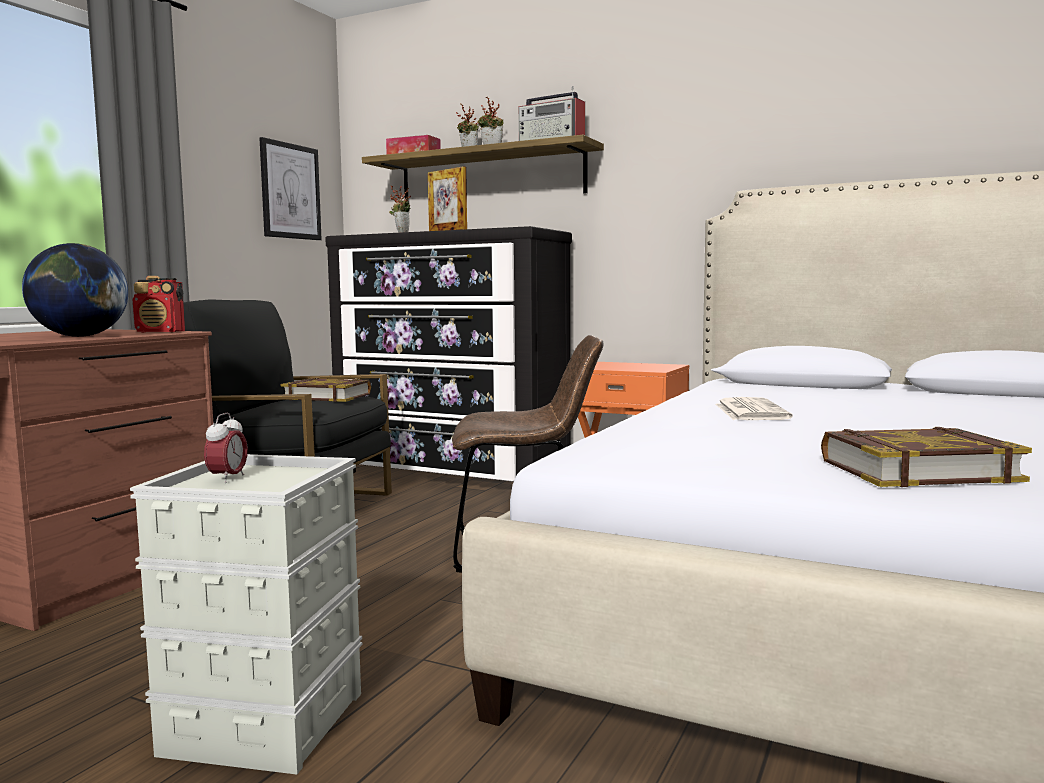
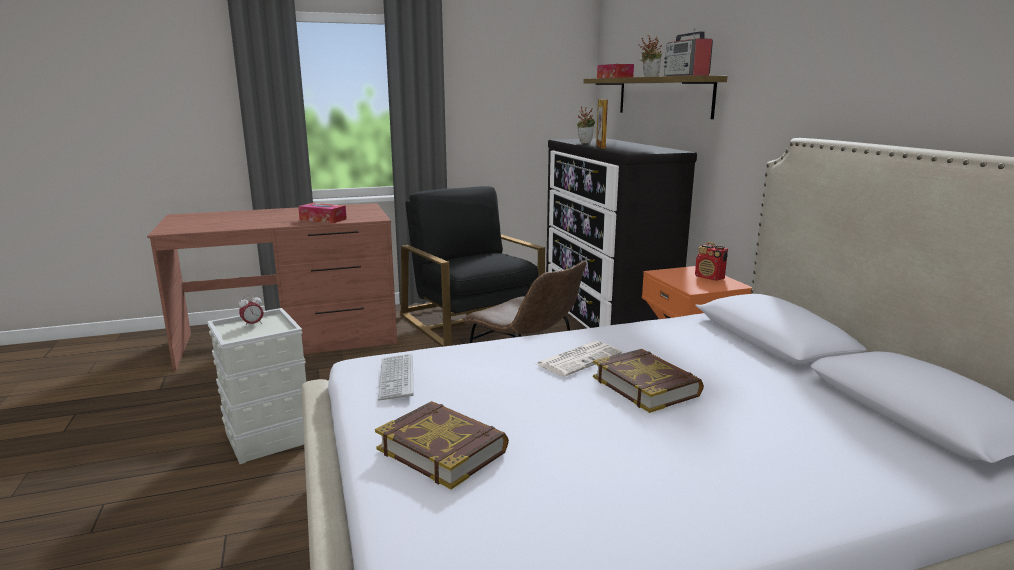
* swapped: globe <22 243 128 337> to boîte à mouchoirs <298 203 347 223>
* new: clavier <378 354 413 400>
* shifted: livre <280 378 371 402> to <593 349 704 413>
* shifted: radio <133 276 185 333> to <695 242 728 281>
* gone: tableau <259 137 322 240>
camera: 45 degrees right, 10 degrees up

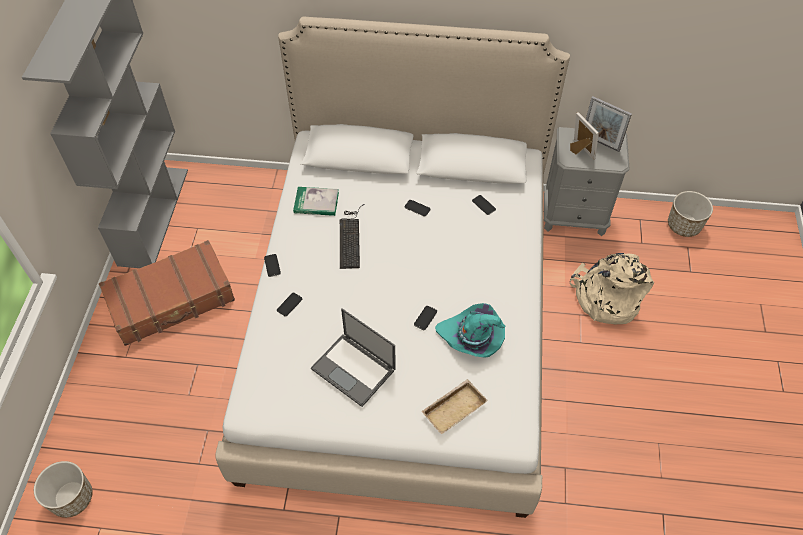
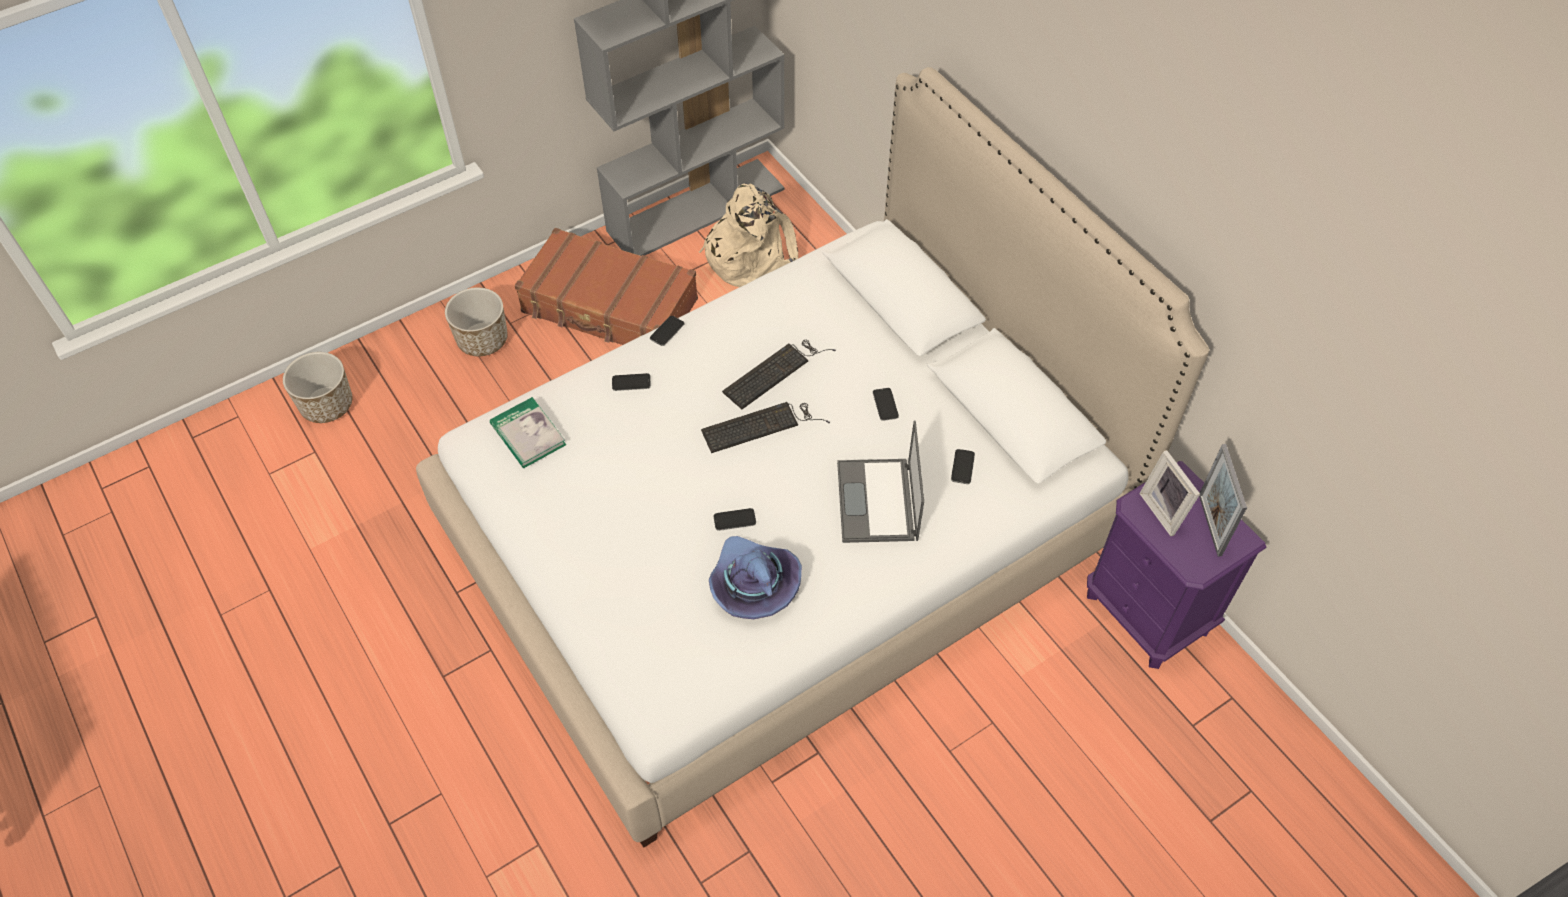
* shifted: cache-pot <668 191 713 237> to <445 287 508 356>
* shifted: livre <293 187 339 216> to <490 397 566 468>
* shifted: sac à dos (beige) <570 253 654 324> to <699 183 798 287>
* new: clavier <701 402 830 453>
* repainted: chapeau (turquoise) <435 303 505 357> to chapeau (violet) <709 536 802 619>
* shifted: ordinateur portable <311 308 396 407> to <837 420 924 543>
* repainted: table de chevet (gris) <544 127 630 236> to table de chevet (violet) <1087 461 1266 669>
* rotated: cadre photo <570 112 599 160> = <1139 450 1200 536> 135 degrees clockwise
* gone: plateau (beige) <421 379 488 434>
camera: 50 degrees right, 0 degrees up

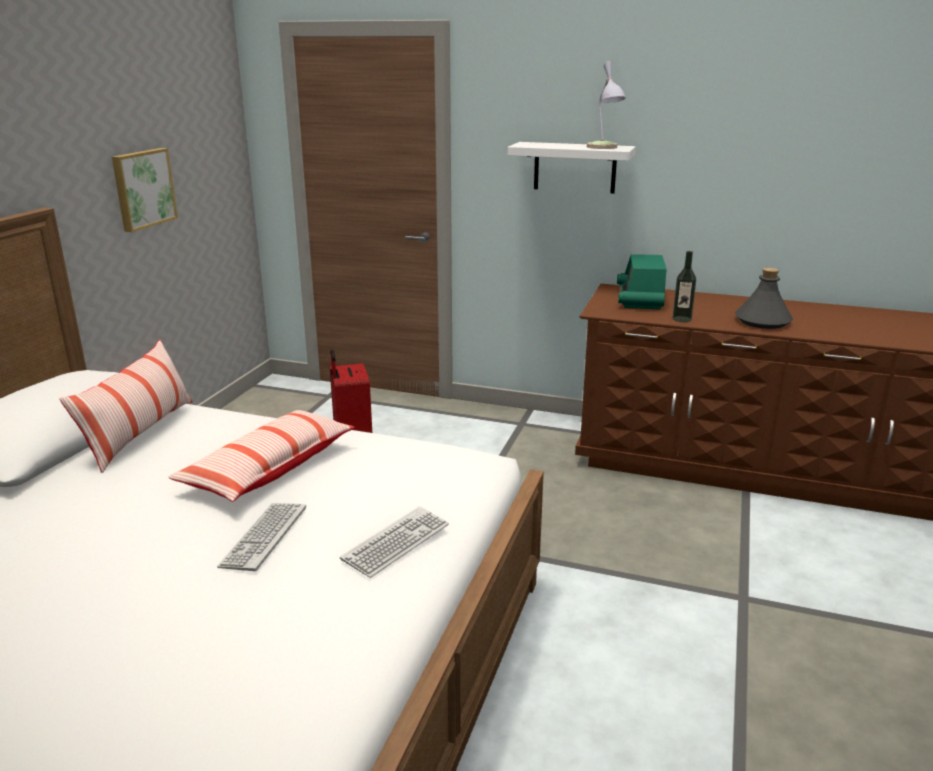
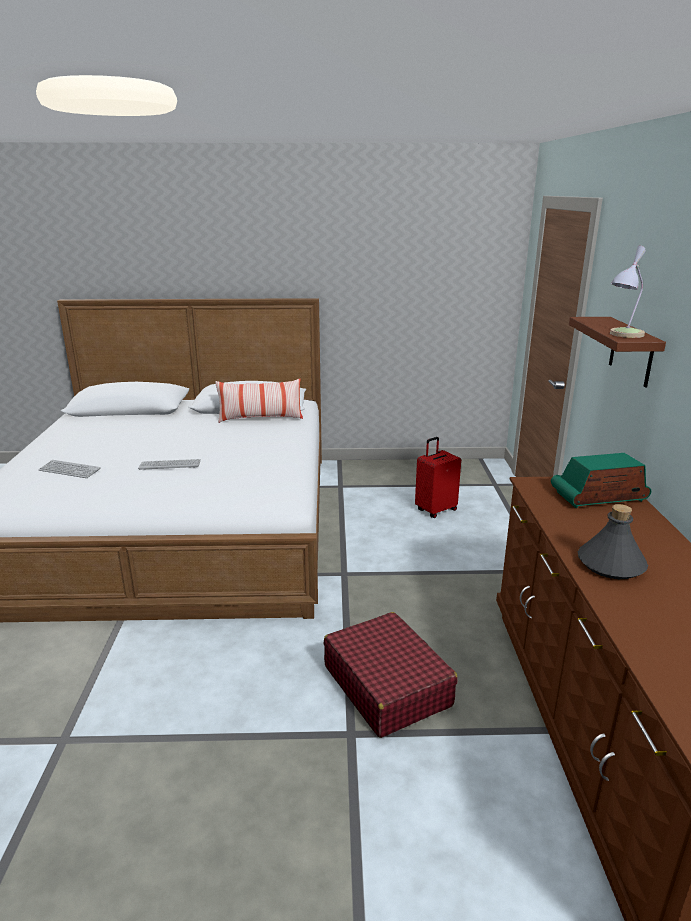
* shifted: clavier <340 506 449 578> to <38 460 101 478>
* new: valise (rouge) <324 612 458 738>
* repainted: étagère (blanc) <508 142 636 194> to étagère (marron) <569 317 666 387>
* gone: tableau <112 148 178 232>
* gone: coussin <168 410 355 502>
* gone: bouteille <672 251 696 322>
camera: 70 degrees right, 0 degrees up

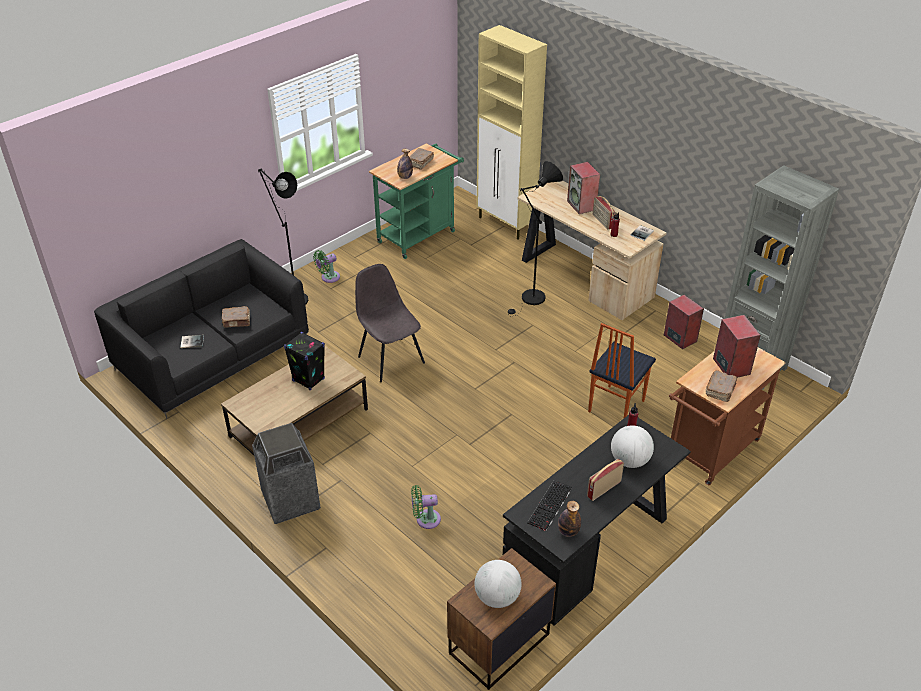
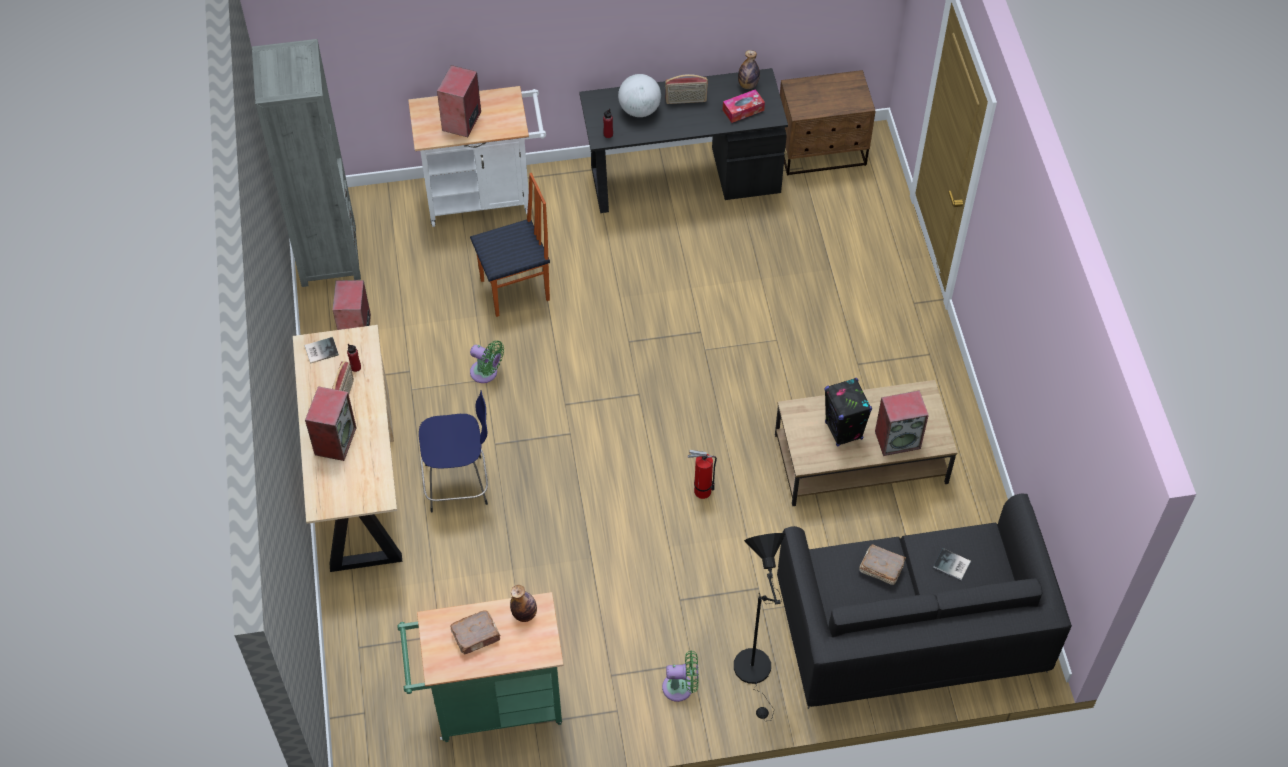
* repainted: chariot (marron) <669 348 786 485> to chariot (blanc) <408 86 546 227>
* swapped: lampadaire (noir) <508 161 563 316> to tabouret (bleu) <419 390 488 513>
* shifted: ventilateur (vert) <411 485 441 529> to <470 340 504 383>
* swapped: chaise (gris) <355 264 425 382> to extincteur <687 450 717 499>
* swapped: clavier <527 480 572 531> to boîte à mouchoirs <723 89 765 123>
* new: enceinte <875 390 929 456>
* gone: poubelle <252 423 321 524>
* gone: globe <475 560 522 608>
* gone: meuble de rangement (beige) <477 25 547 239>
* gone: livre (marron) <706 370 737 402>
camera: 145 degrees left, 15 degrees up

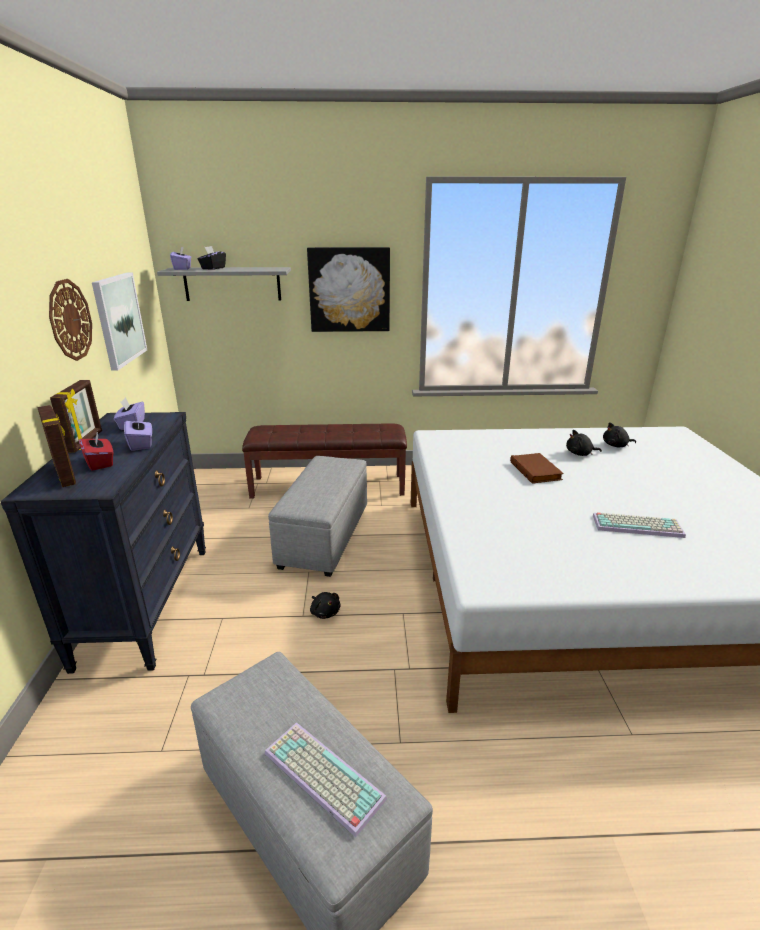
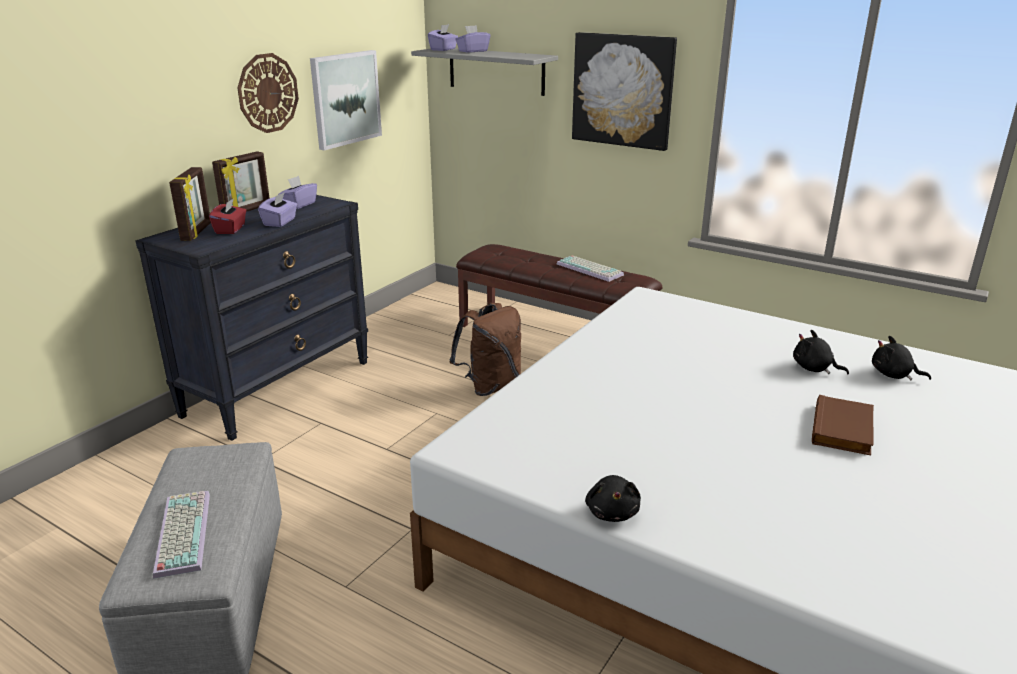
* swapped: pouf (gris) <268 456 367 577> to sac à dos (marron) <449 303 521 396>
* repainted: boîte à mouchoirs (noir) <198 246 226 270> to boîte à mouchoirs (violet) <455 25 491 53>
* shifted: clavier <593 512 686 538> to <557 255 624 282>
* shifted: peluche (noir) <310 592 341 619> to <585 475 641 522>
* shifted: livre (marron) <510 453 564 484> to <812 395 874 455>
camera: 35 degrees right, 0 degrees up

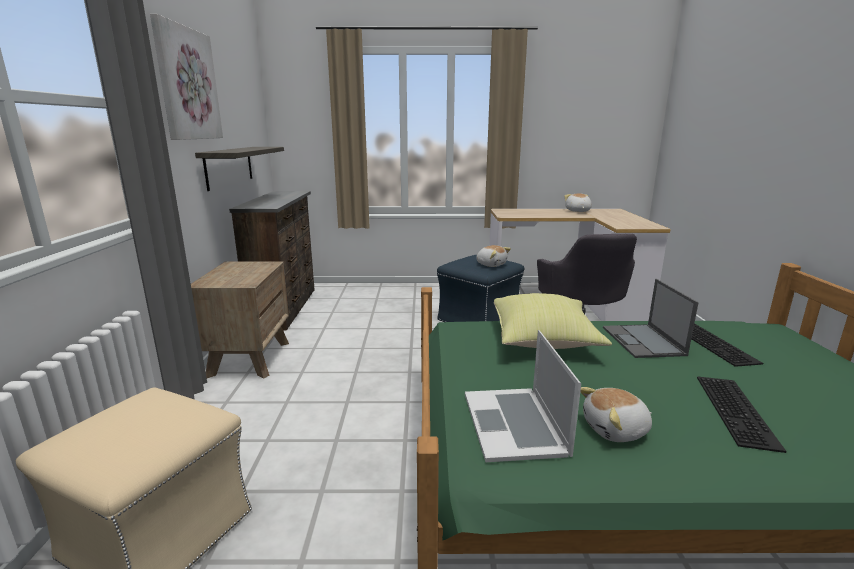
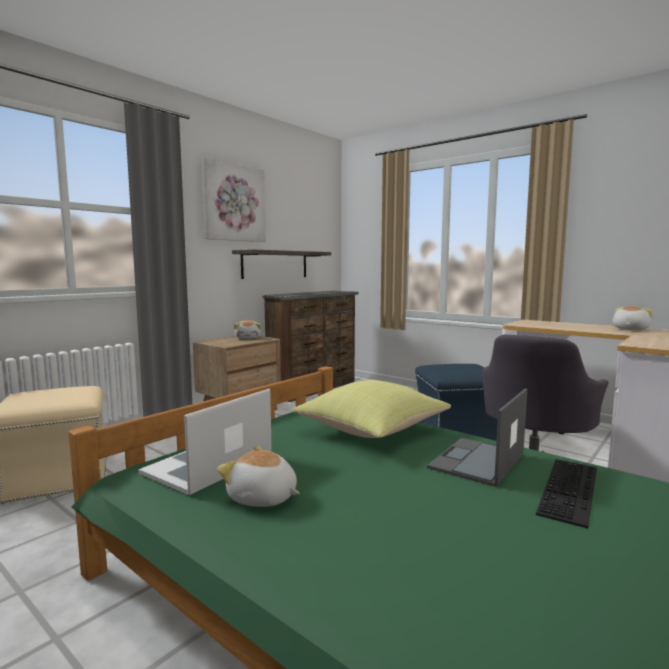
* shifted: peluche <476 245 511 267> to <234 320 261 339>
* gone: clavier <697 376 786 453>
camera: 40 degrees right, 10 degrees down

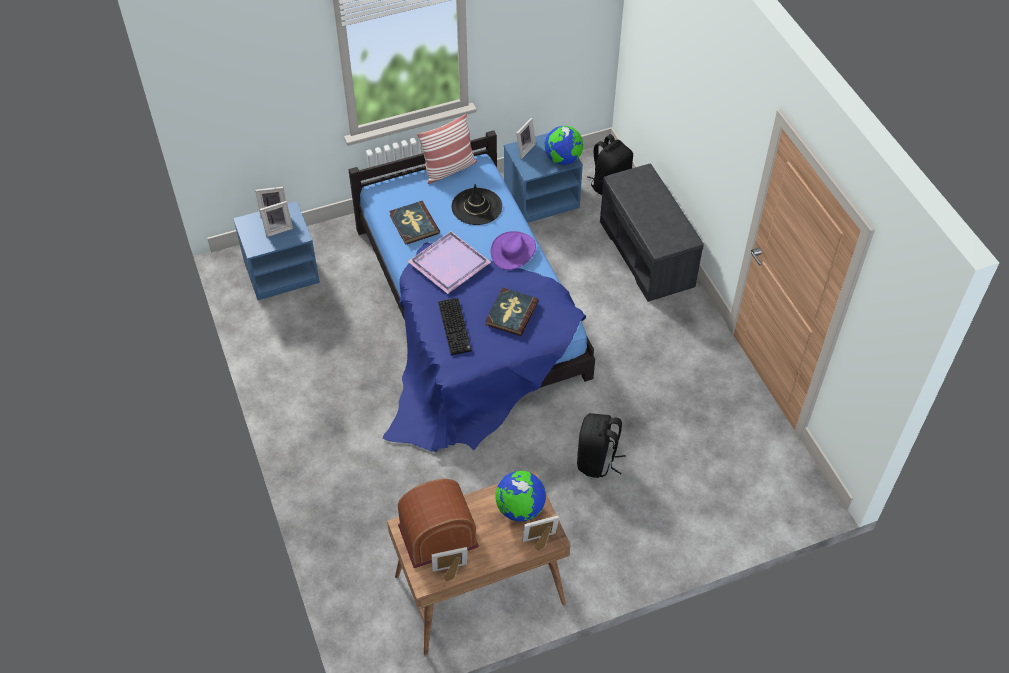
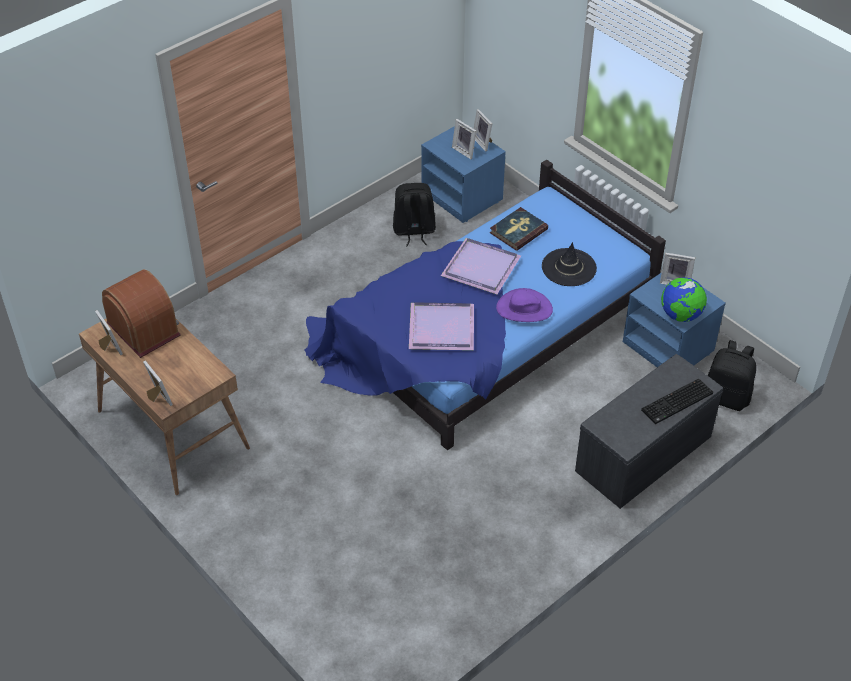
* shifted: sac à dos (noir) <577 413 626 478> to <393 183 436 247>
* swapped: livre <485 288 539 336> to plateau (violet) <409 302 474 350>
* shifted: clavier <438 298 472 355> to <641 379 713 424>
* gone: coussin <417 114 477 184>
* gone: globe <496 471 546 522>
camera: 70 degrees right, 5 degrees down

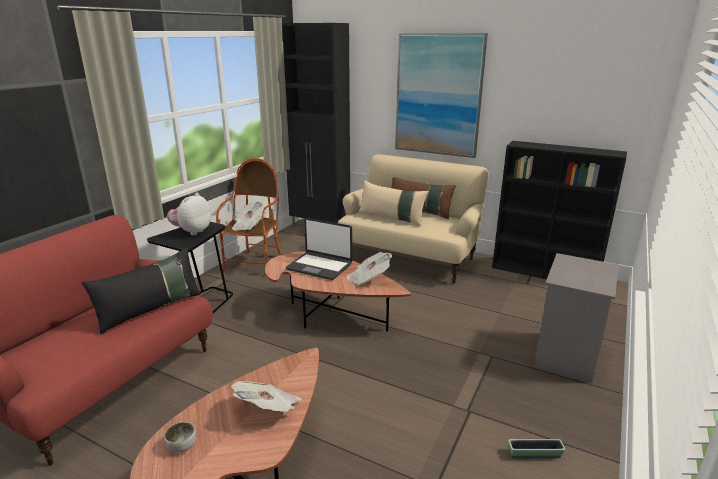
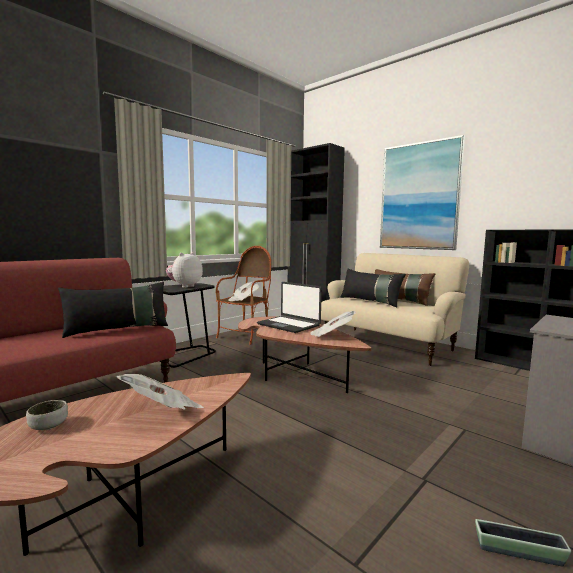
* repainted: coussin (beige) <358 180 429 227> to coussin (noir) <340 268 406 307>
camera: 15 degrees right, 15 degrees down

